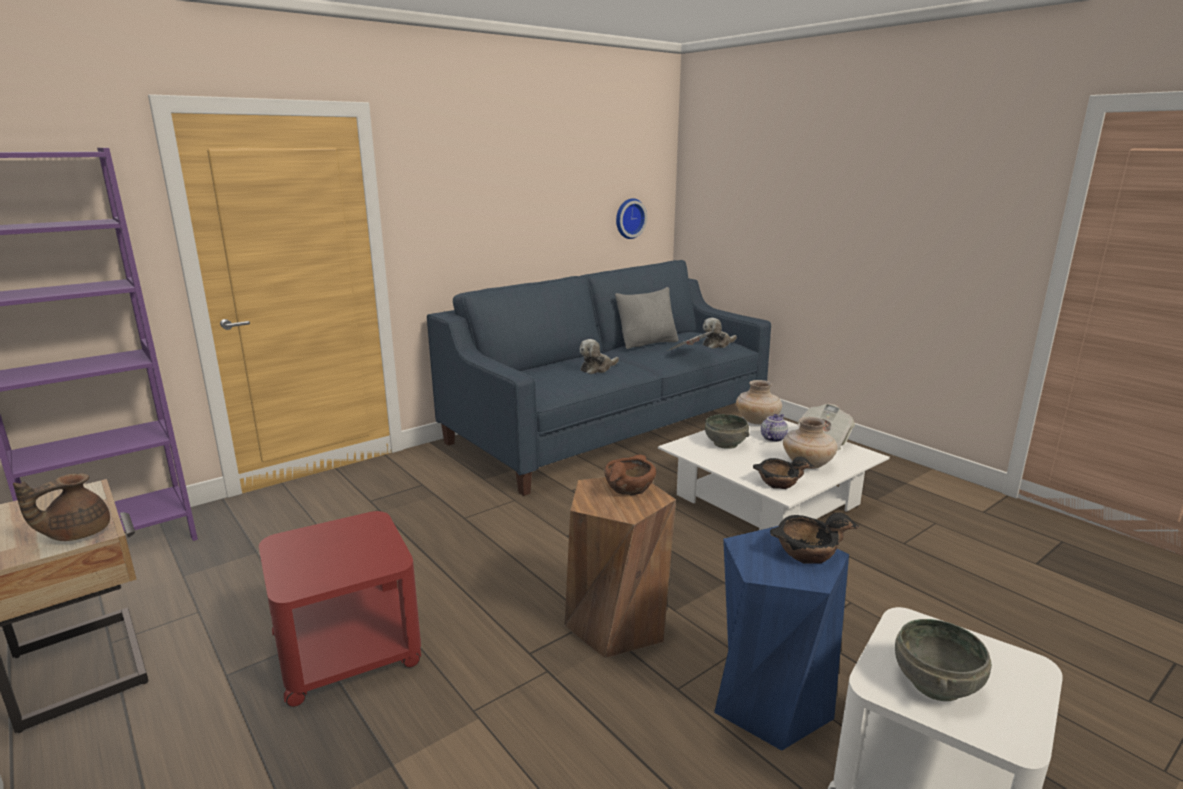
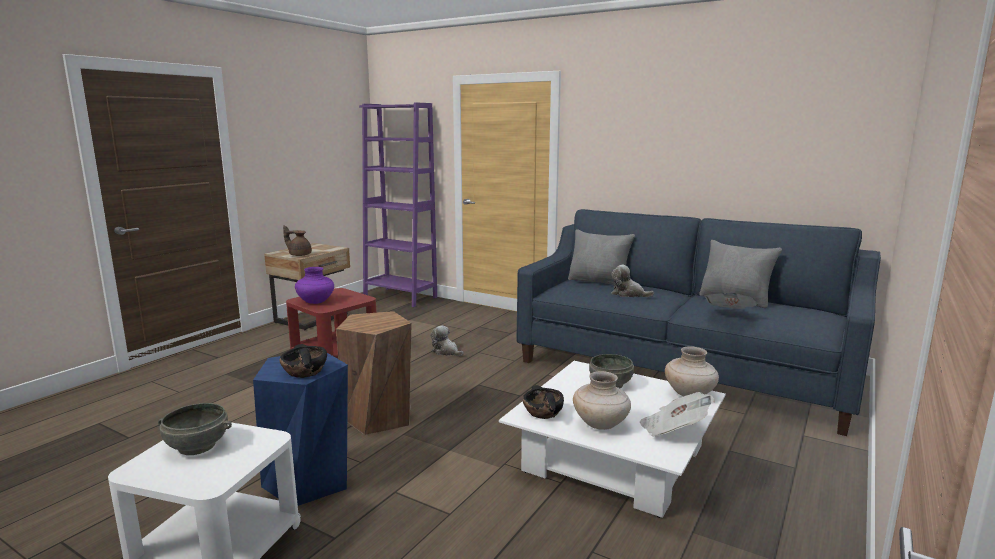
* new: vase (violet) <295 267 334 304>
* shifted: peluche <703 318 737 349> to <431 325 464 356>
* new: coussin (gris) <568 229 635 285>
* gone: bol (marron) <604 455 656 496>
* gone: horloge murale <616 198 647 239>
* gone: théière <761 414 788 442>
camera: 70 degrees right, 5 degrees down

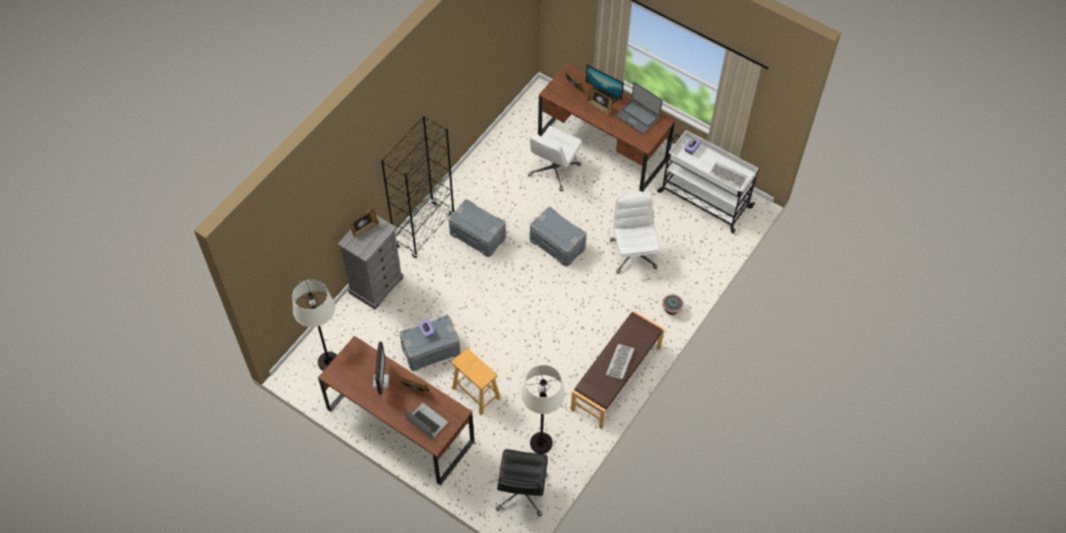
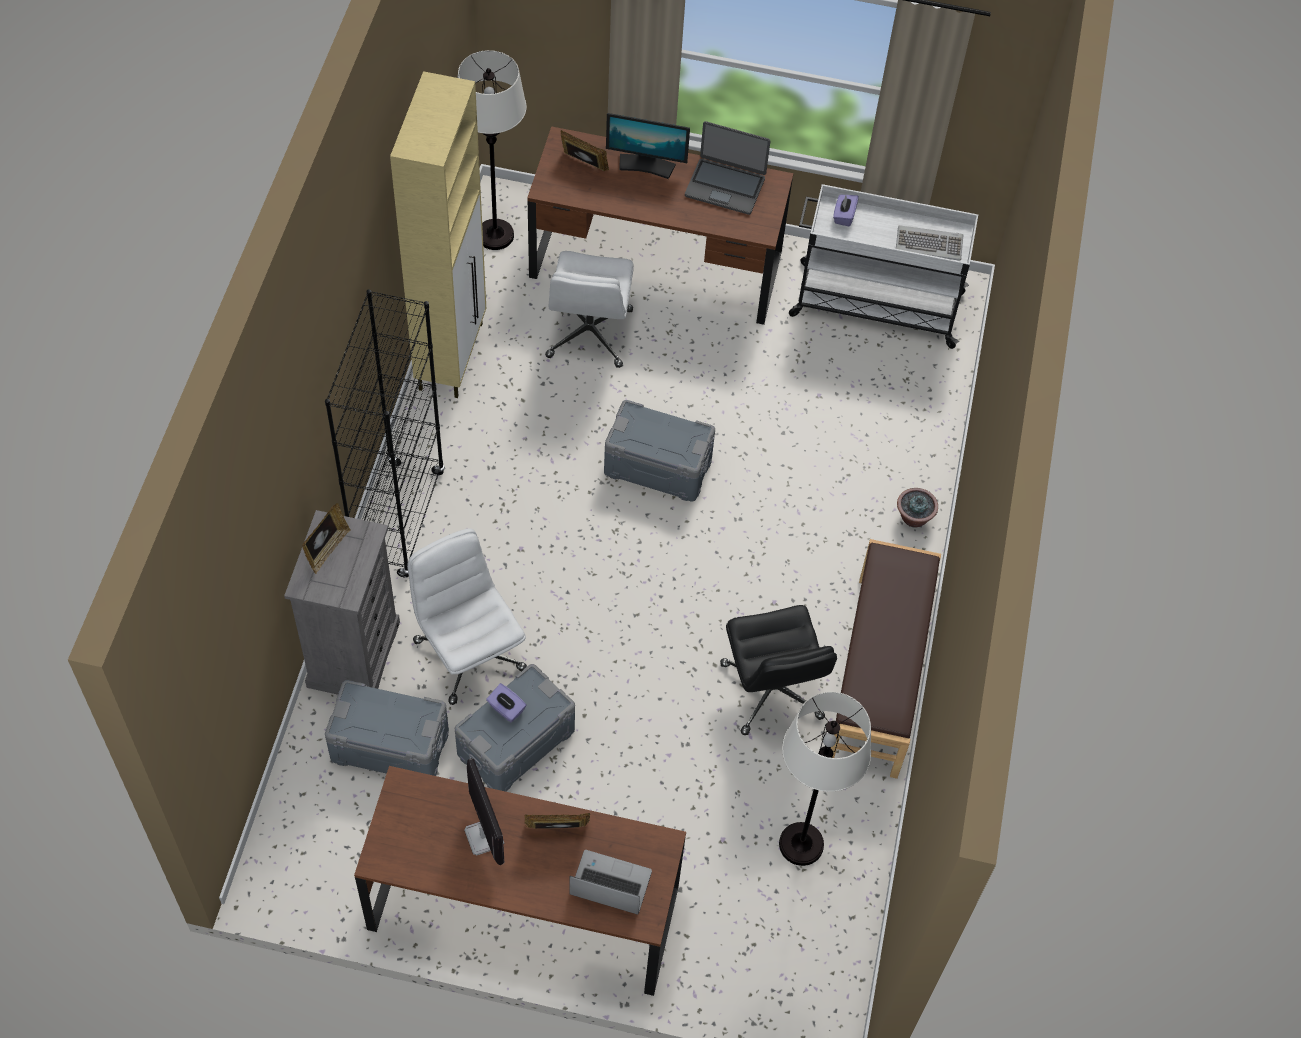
* shifted: boîte de rangement (gris) <449 199 506 257> to <325 680 449 776>
* new: meuble de rangement (beige) <390 71 486 398>
* shifted: chaise de bureau (blanc) <610 192 660 273> to <407 529 527 705>
* shifted: lampadaire (blanc) <292 280 337 371> to <457 50 527 250>
* shifted: chaise de bureau (noir) <496 449 548 516> to <720 605 837 735>
* gone: tabouret (marron) <451 349 501 415>
* gone: cadre photo <587 87 612 115>
* gone: clavier <606 344 634 380>
camera: 25 degrees left, 0 degrees up

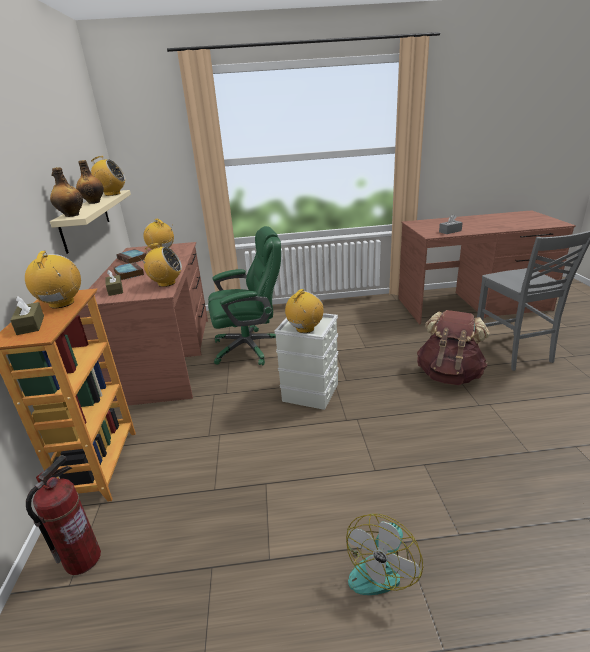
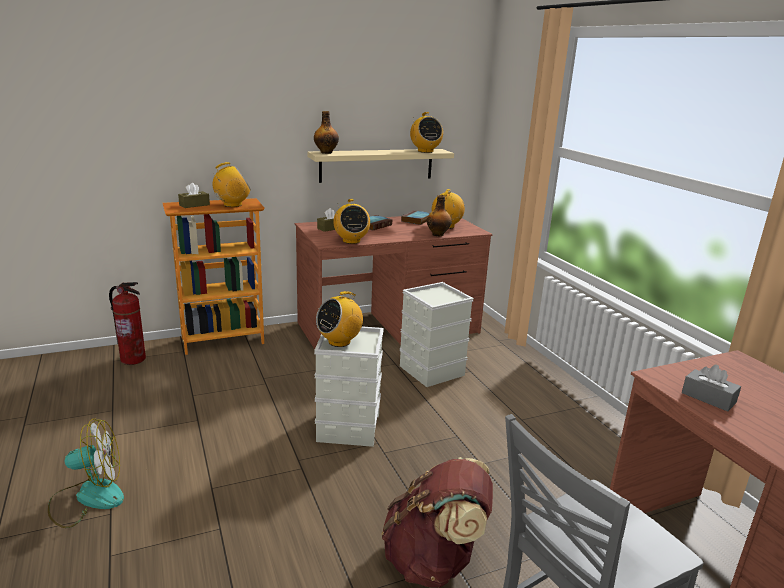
* rotated: ventilateur <346 514 423 595> = <48 419 124 528> 150 degrees clockwise
* rotated: radio <285 289 324 333> = <316 291 363 347> 120 degrees clockwise
* swapped: chaise de bureau (vert) <208 226 281 366> to boîte de rangement (gris) <400 282 474 387>
* shifted: bouteille <76 160 104 204> to <427 195 452 237>
camera: 70 degrees right, 5 degrees down

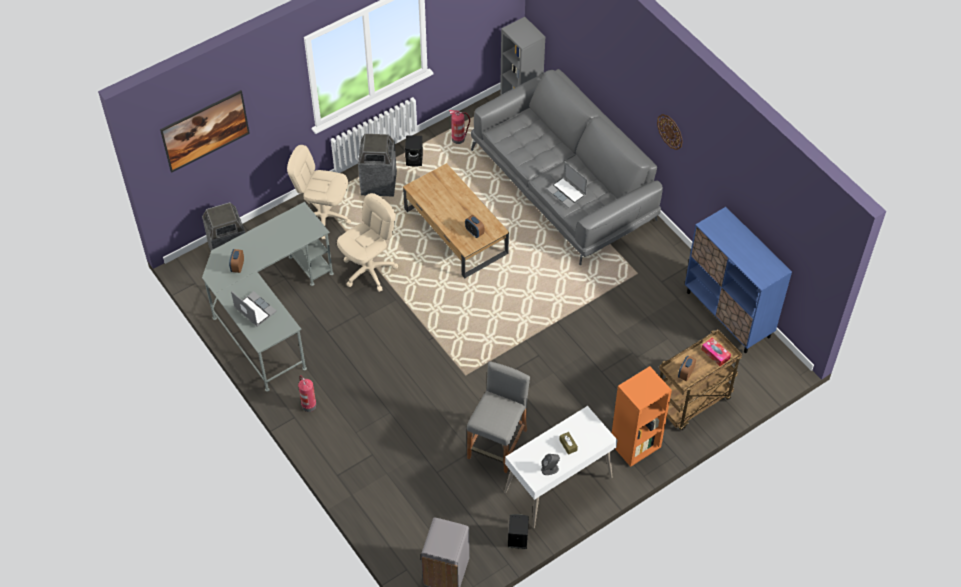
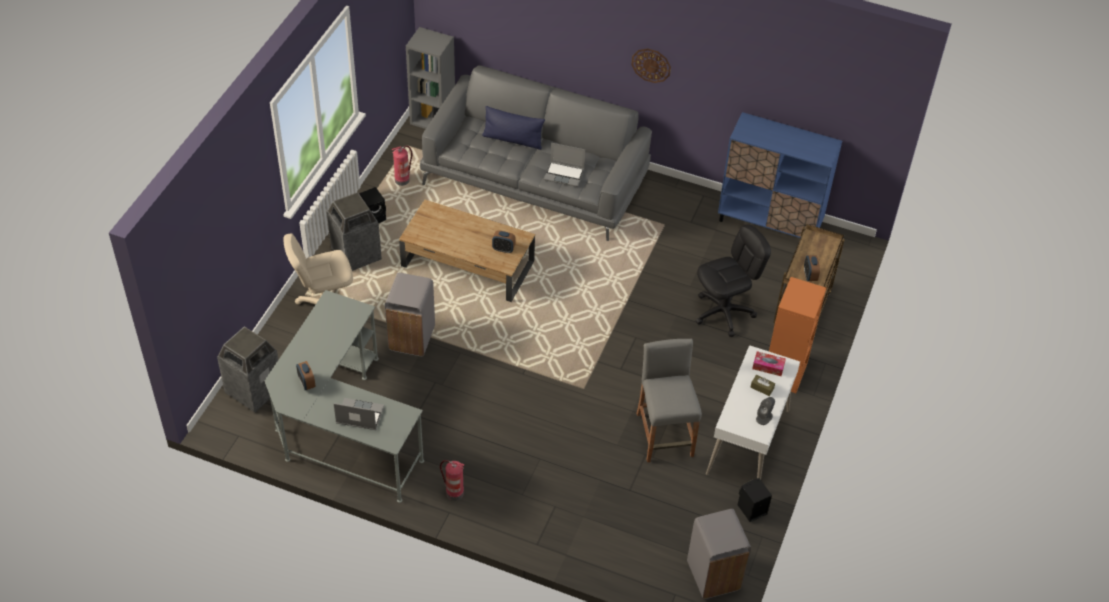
* swapped: chaise de bureau (beige) <337 193 398 292> to poubelle (gris) <385 273 435 357>
* new: coussin (bleu) <482 106 545 150>
* new: chaise de bureau (noir) <696 224 771 337>
* shifted: boîte à mouchoirs <701 338 731 366> to <752 351 786 376>
* gone: tableau <160 90 250 173>
camera: 35 degrees left, 5 degrees down

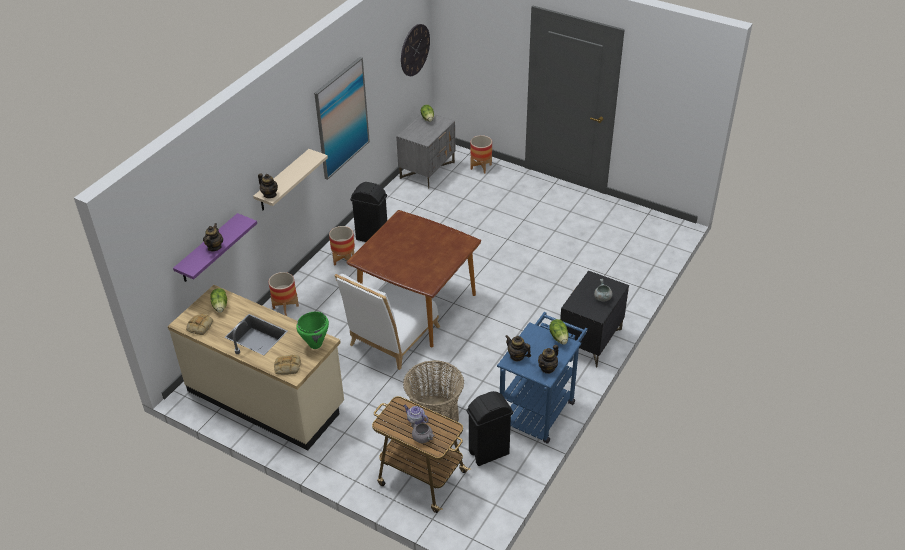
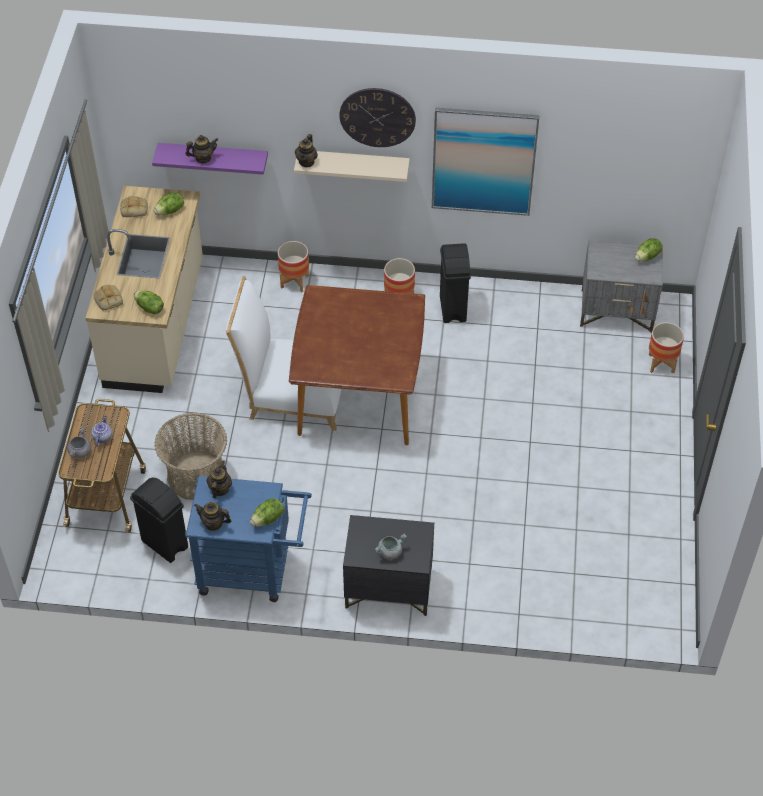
* swapped: marmite (vert) <296 311 329 349> to laitue <134 291 164 315>
* shifted: horloge murale <401 24 430 76> to <339 88 416 147>
camera: 65 degrees right, 10 degrees up

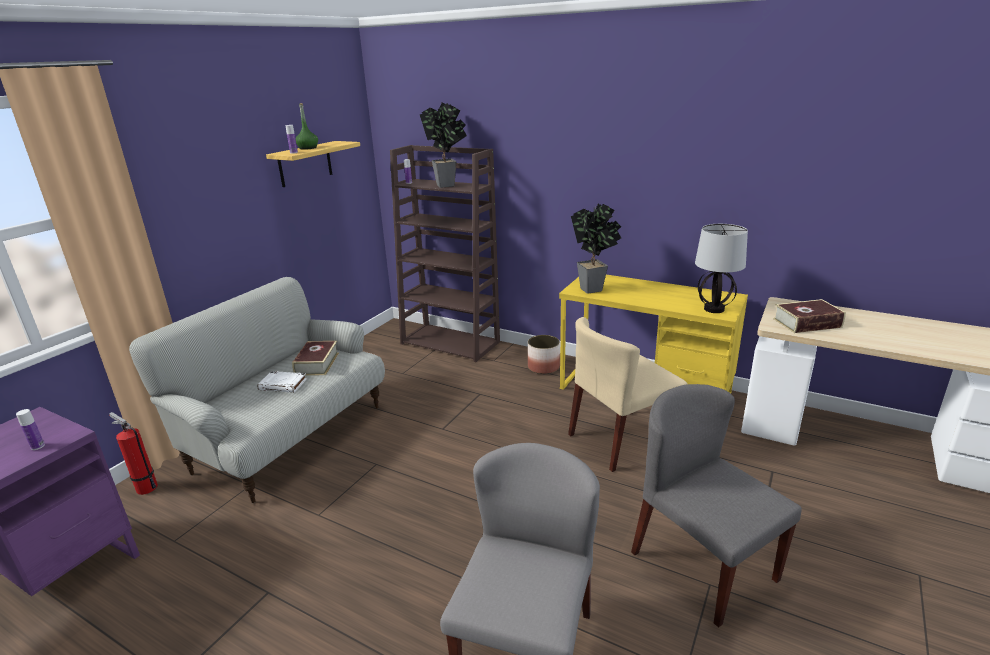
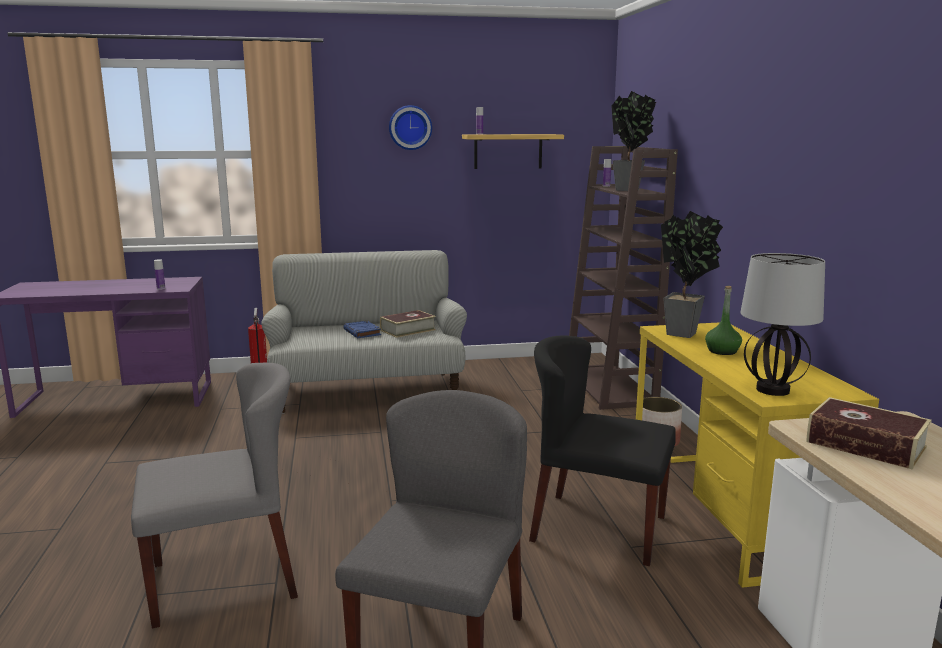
* repainted: livre (blanc) <258 371 307 392> to livre (bleu) <343 321 381 338>
* new: horloge murale <389 105 432 150>
* repainted: chaise (beige) <568 317 687 472> to chaise (noir) <529 335 676 566>
* shifted: bouteille (vert) <295 103 318 150> to <705 286 742 355>
camera: 50 degrees right, 10 degrees down

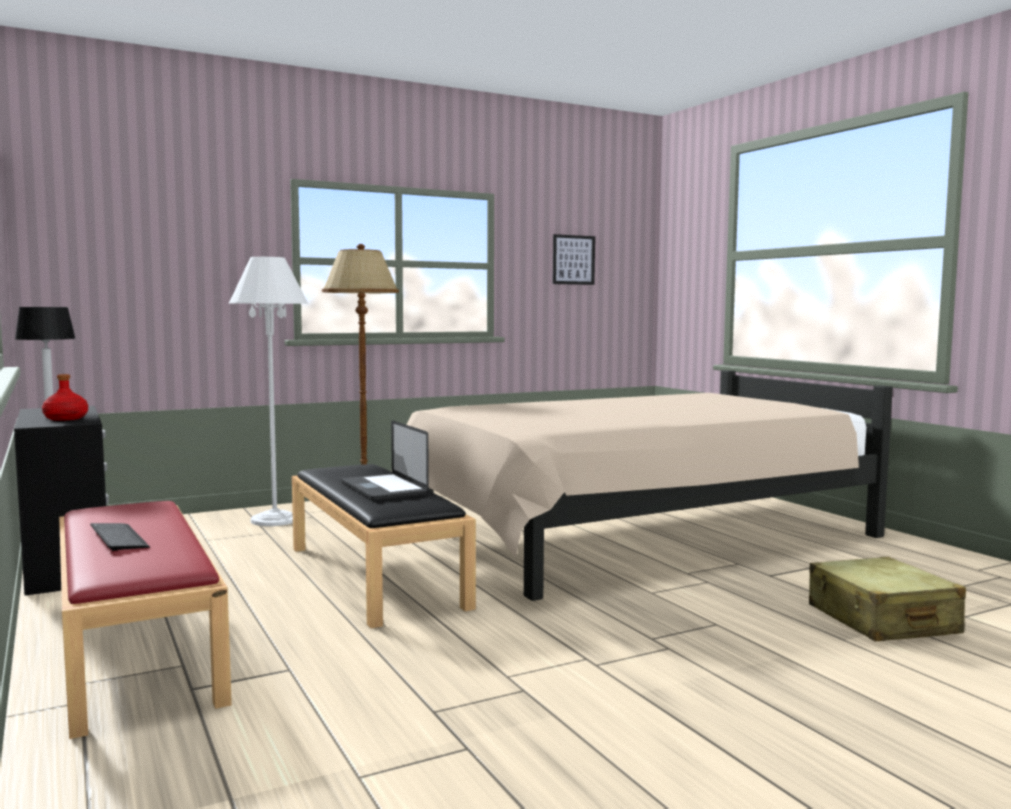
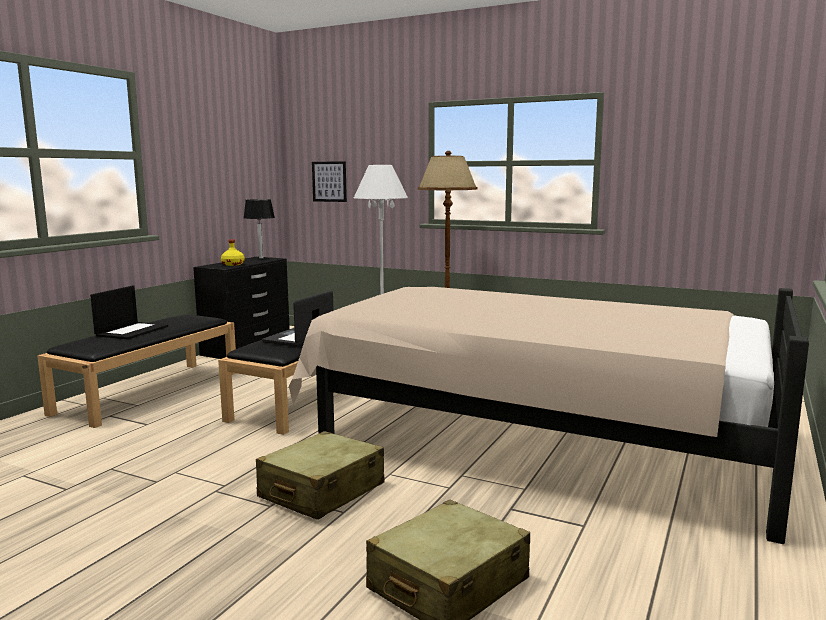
* repainted: banc (rouge) <59 501 232 739> to banc (noir) <37 314 236 428>
* swapped: clavier <90 523 150 552> to ordinateur portable <90 286 168 339>
* repainted: bouteille (rouge) <42 374 88 421> to bouteille (jaune) <221 240 245 266>
* new: valise (beige) <256 431 384 520>
* shifted: tableau <553 234 595 285> to <312 161 347 202>
camera: 55 degrees right, 5 degrees up

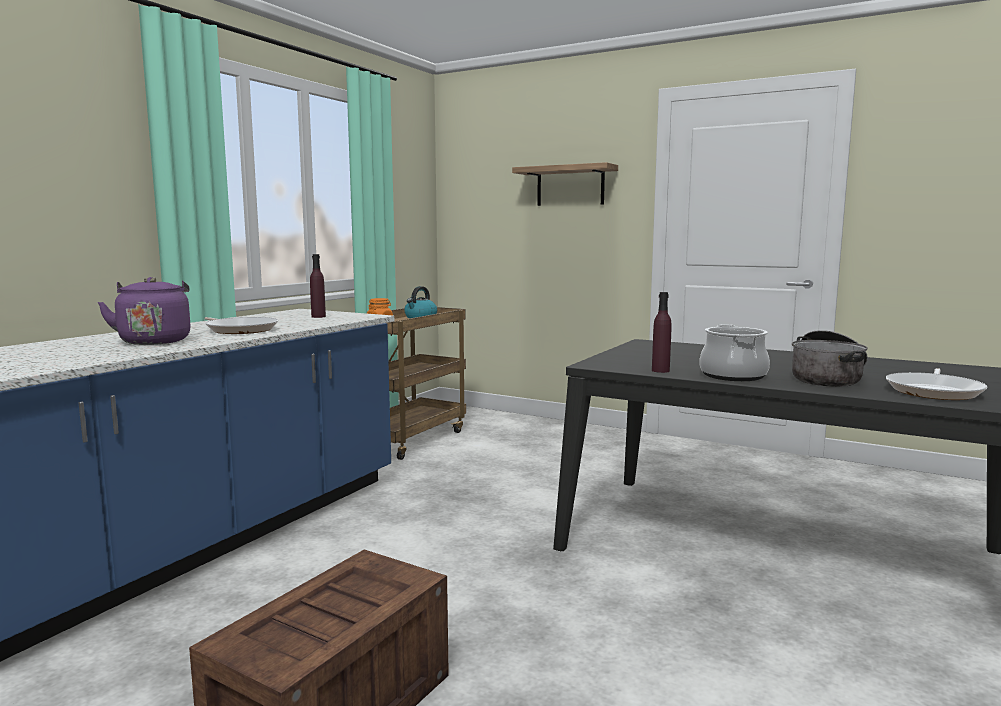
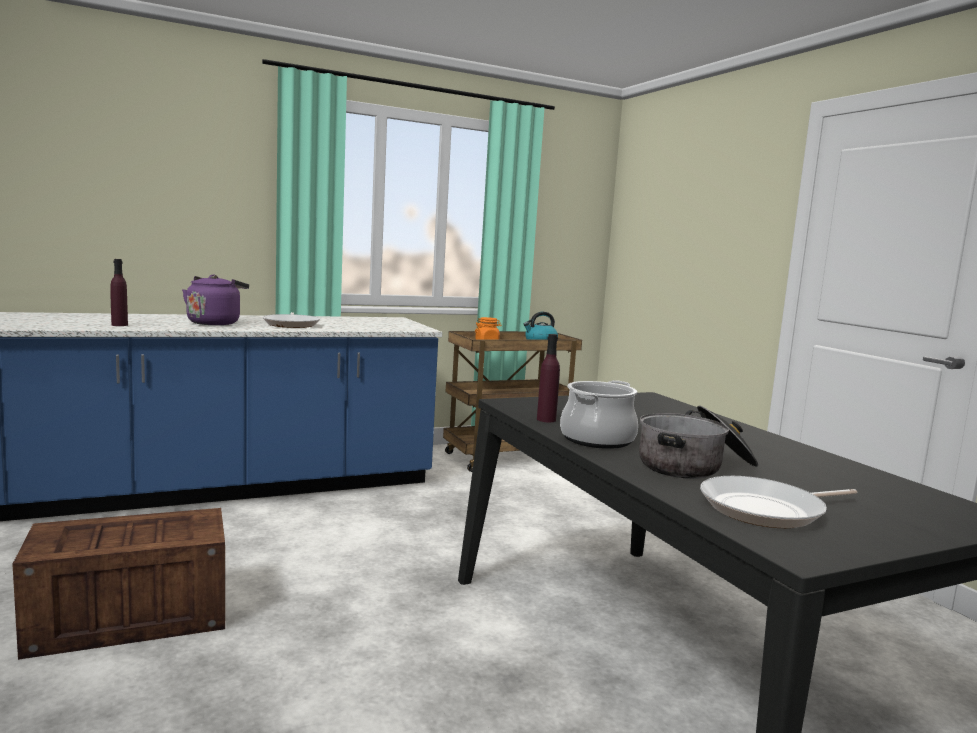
* shifted: bouteille (violet) <310 254 326 318> to <110 259 128 326>
* gone: étagère <512 162 618 206>
camera: 35 degrees right, 0 degrees up

